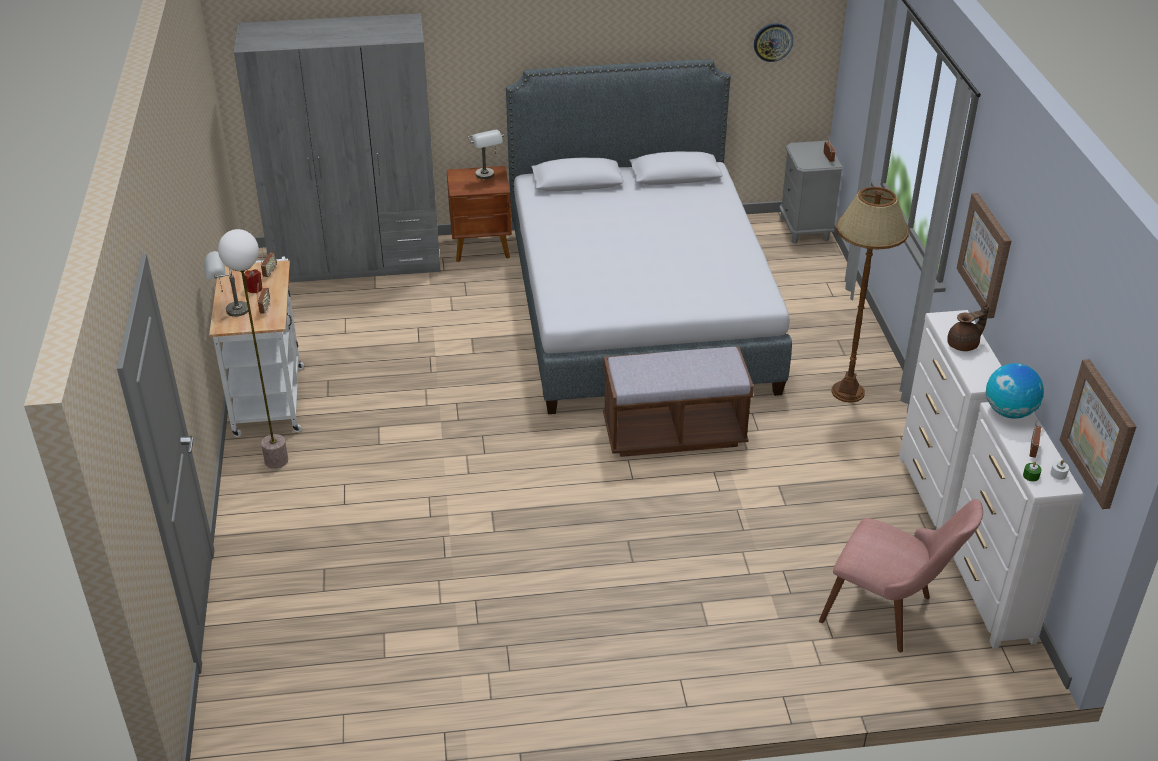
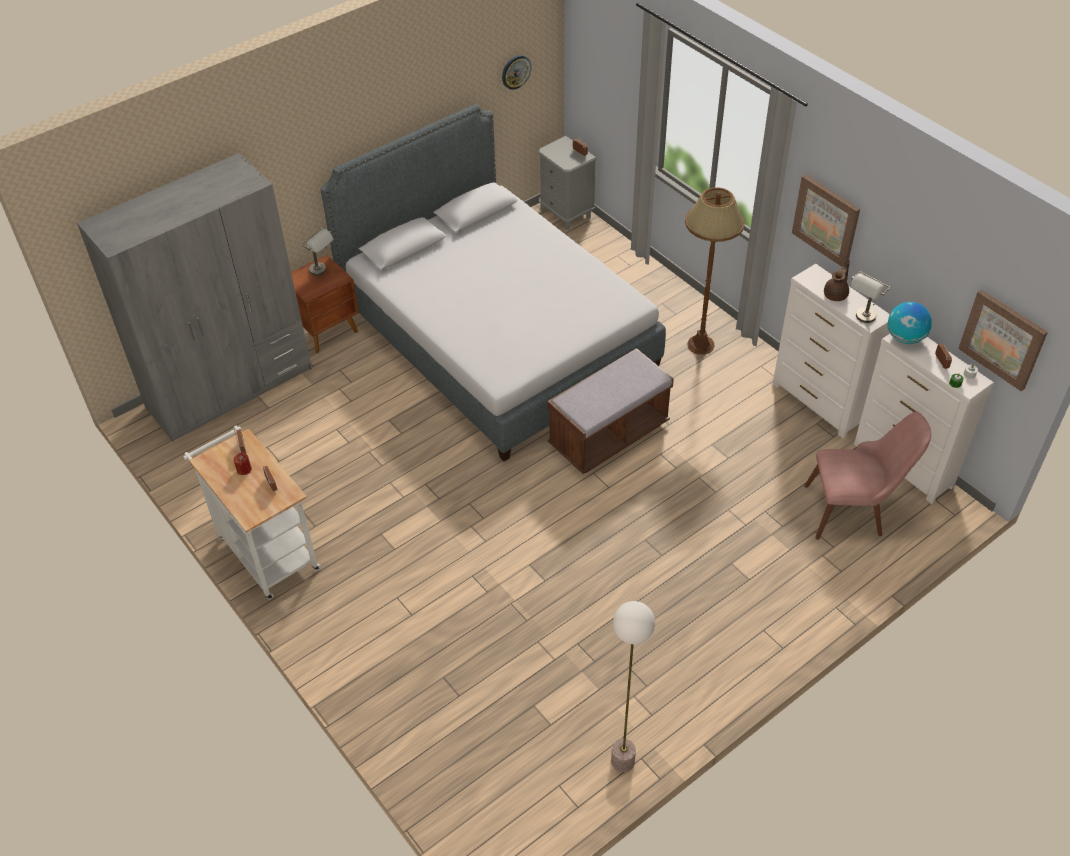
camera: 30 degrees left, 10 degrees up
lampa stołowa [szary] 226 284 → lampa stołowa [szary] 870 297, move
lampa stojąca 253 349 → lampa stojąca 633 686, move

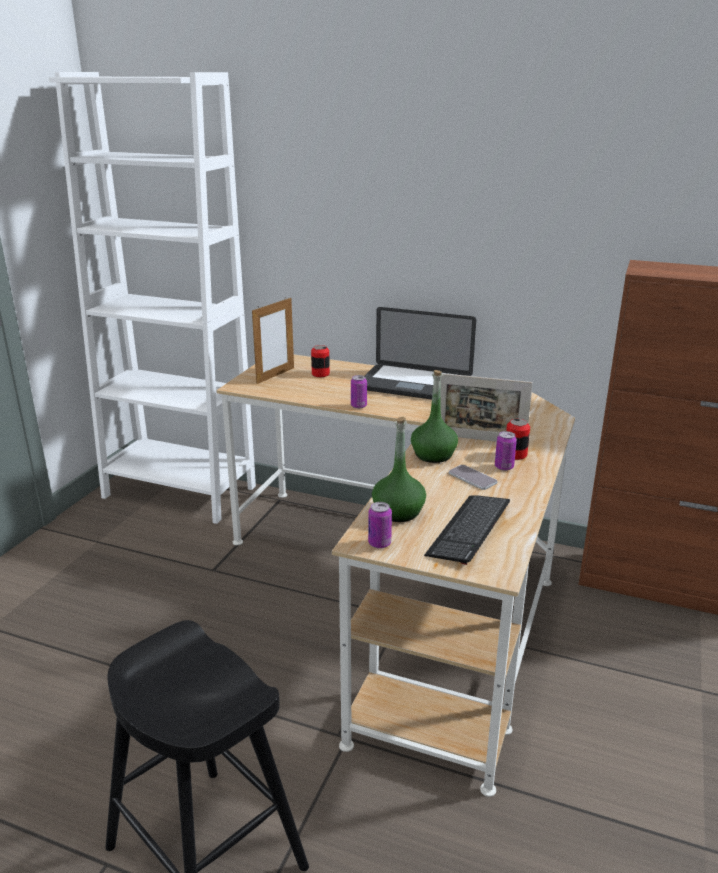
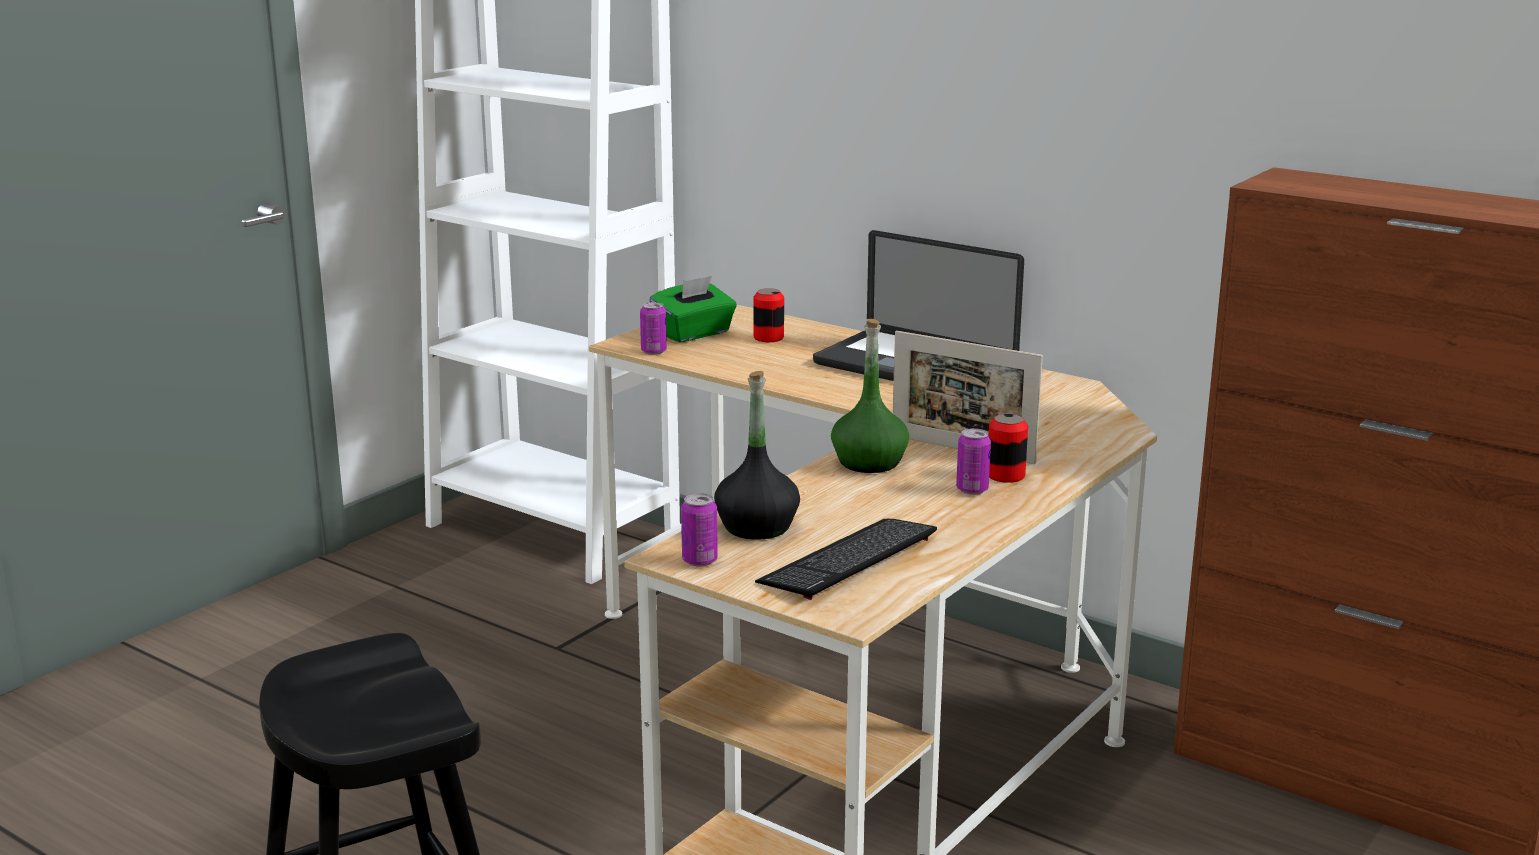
camera: 15 degrees right, 5 degrees down
ramka na zdjęcie 273 340 → pudełko chusteczek [zielony] 693 309
puszka 359 392 → puszka 653 328, move
butelka [zielony] 399 469 → butelka [czarny] 757 455
telefon 473 477 → -

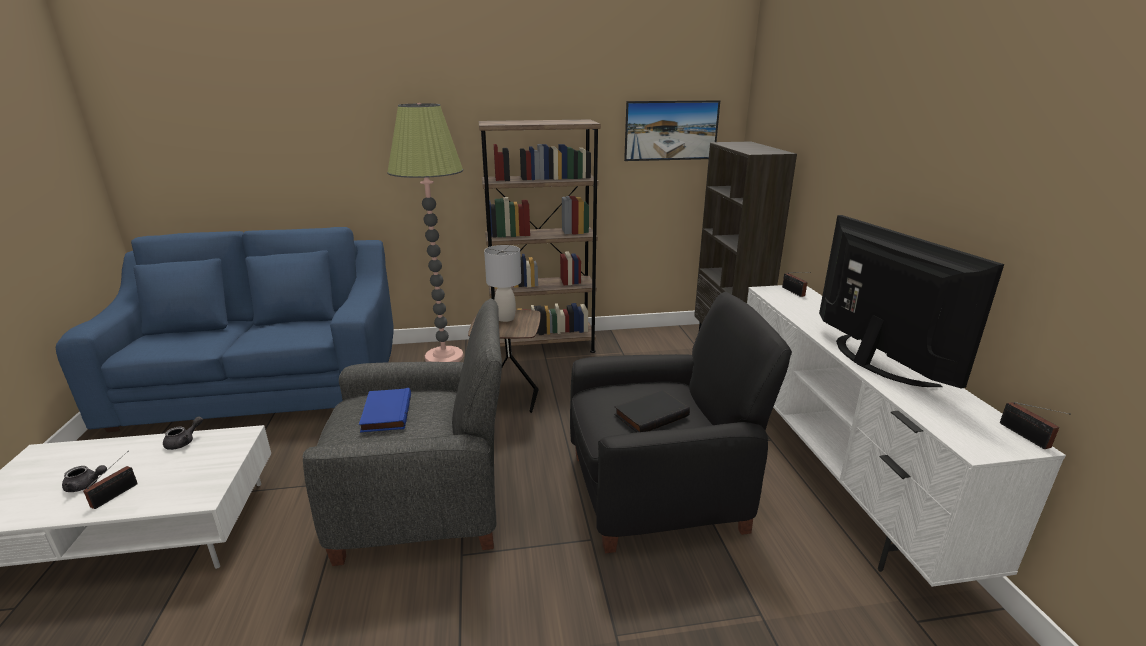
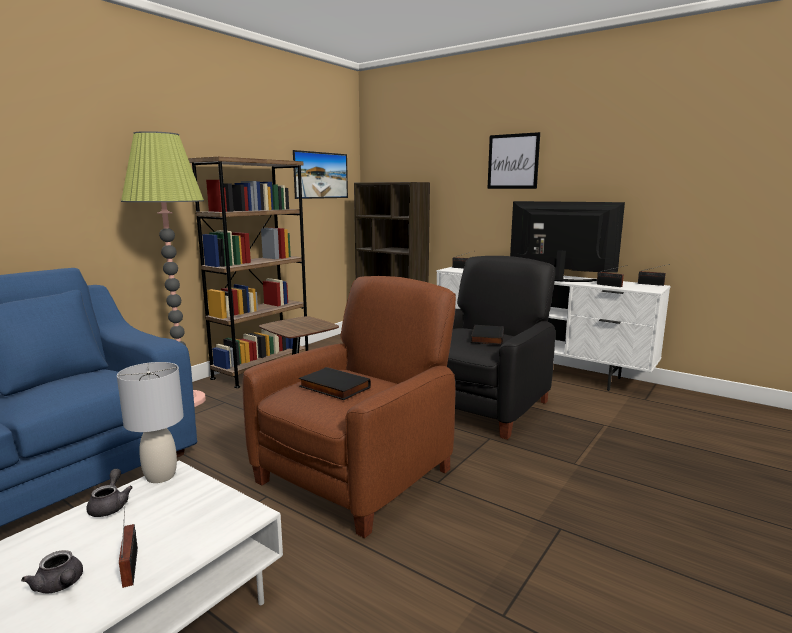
camera: 45 degrees left, 10 degrees down
imbryk [szary] 84 478 → imbryk [szary] 52 572, 90 degrees clockwise
fotel [szary] 402 432 → fotel [brązowy] 349 407
książka [niebieski] 385 410 → książka [czarny] 335 383
lampa stołowa [szary] 502 283 → lampa stołowa [szary] 150 422, move
- → obraz 513 160
- → radio 612 276

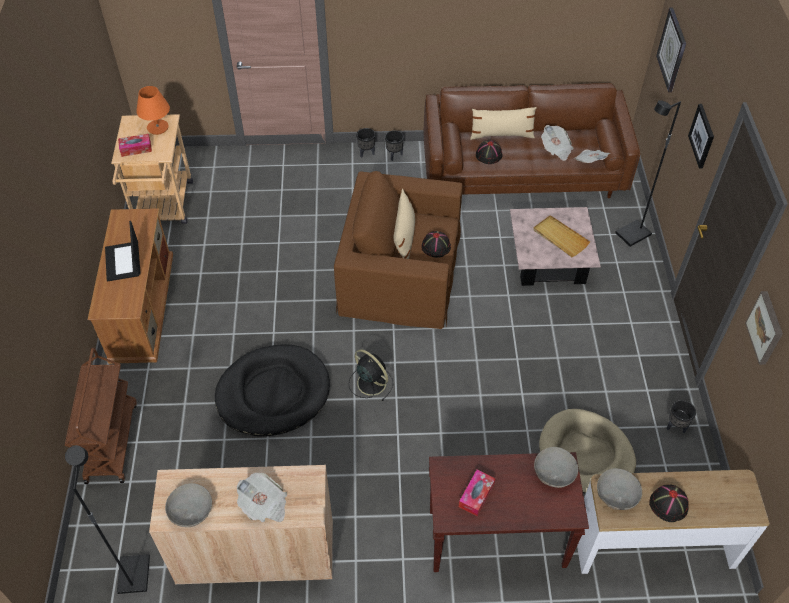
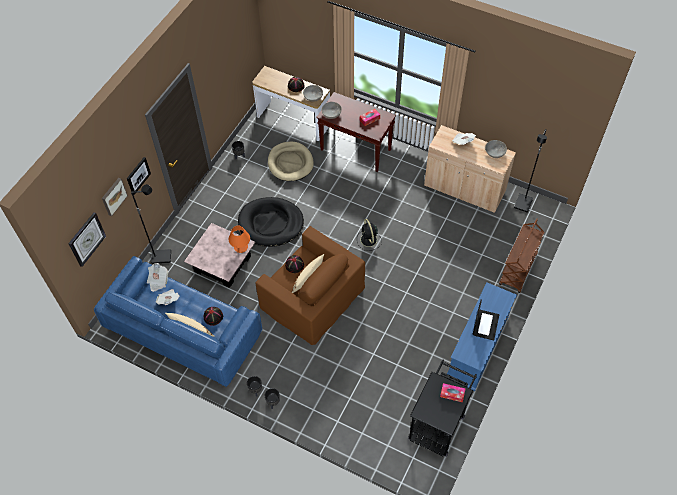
camera: 150 degrees left, 5 degrees up
szafka pod telewizor [brązowy] 130 286 → szafka pod telewizor [niebieski] 482 337
wózek [beżowy] 152 169 → wózek [czarny] 442 408
lampa stołowa [pomarańczowy] 153 110 → lampa stołowa [pomarańczowy] 239 239, move
legowisko [czarny] 272 390 → legowisko [czarny] 271 222, move
kanapa [brązowy] 532 140 → kanapa [niebieski] 178 321
taca [beżowy] 561 236 → -
obraz 764 328 → obraz 115 197, move

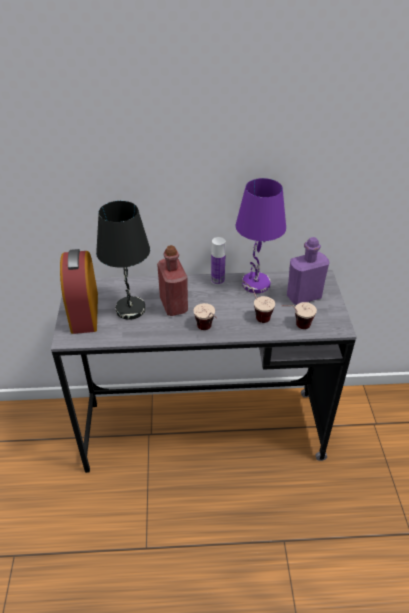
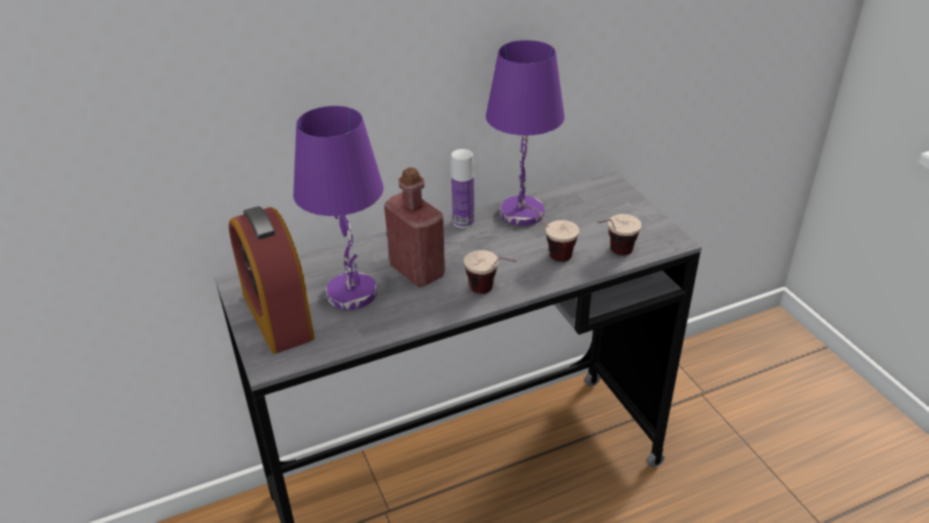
camera: 20 degrees left, 5 degrees down
lampa stołowa [czarny] 123 260 → lampa stołowa [fioletowy] 338 208
butelka [fioletowy] 308 271 → -

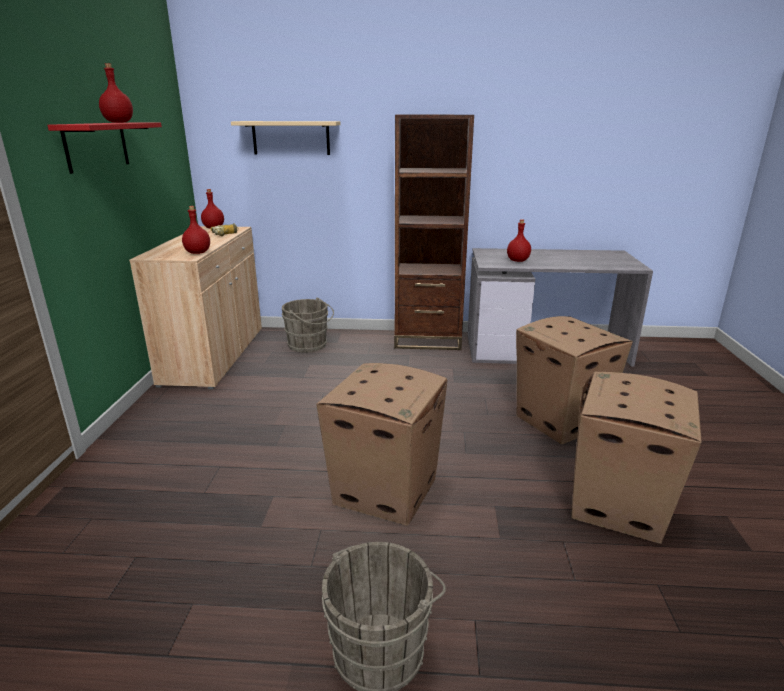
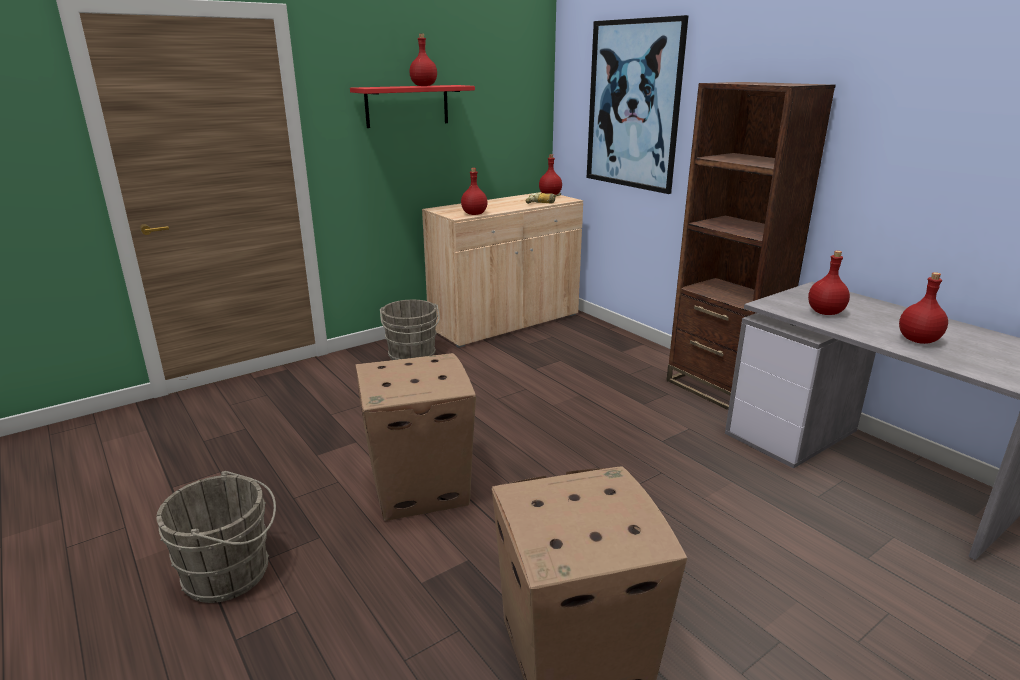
camera: 50 degrees right, 0 degrees up
półka [beżowy] 286 138 → obraz 638 104
wiadro [szary] 307 325 → wiadro [szary] 410 330, move
karton 574 380 → -
- → butelka [czerwony] 923 308

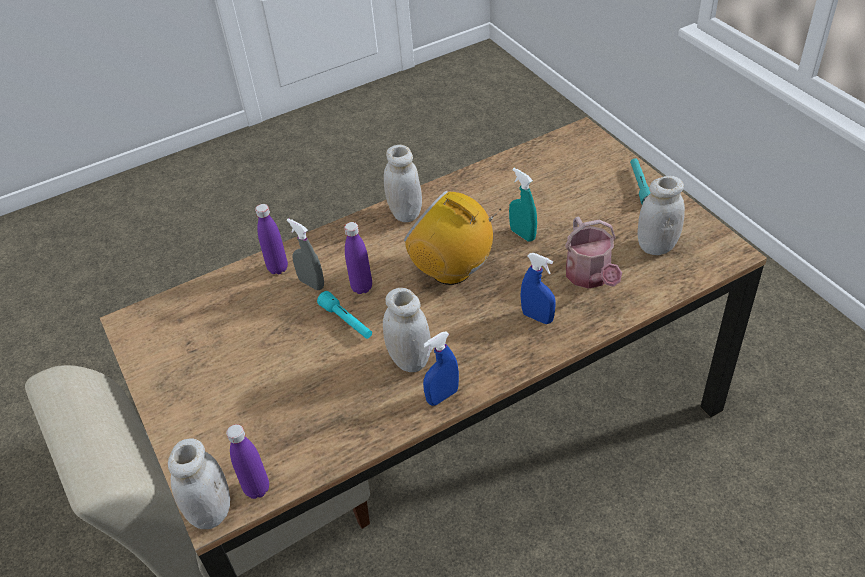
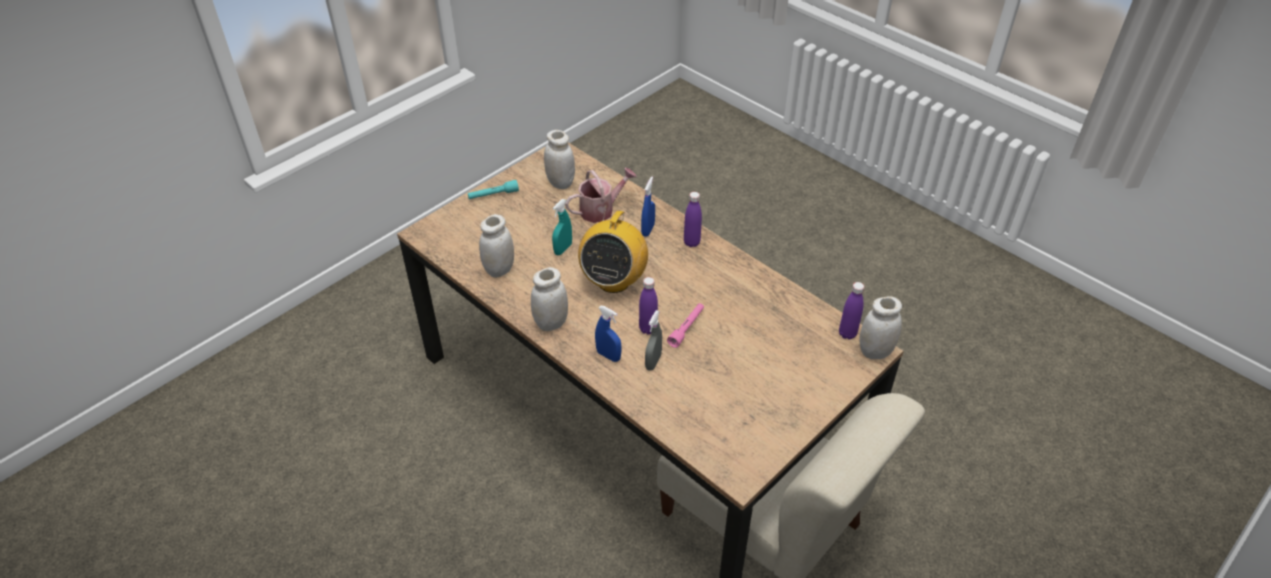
camera: 110 degrees left, 0 degrees up
butelka [fioletowy] 271 239 → butelka [fioletowy] 693 219, move
latarka [turkusowy] 344 315 → latarka [różowy] 685 325
słoik [biały] 407 330 → słoik [biały] 496 246, move
spryskiwacz [niebieski] 441 368 → spryskiwacz [niebieski] 608 334, move

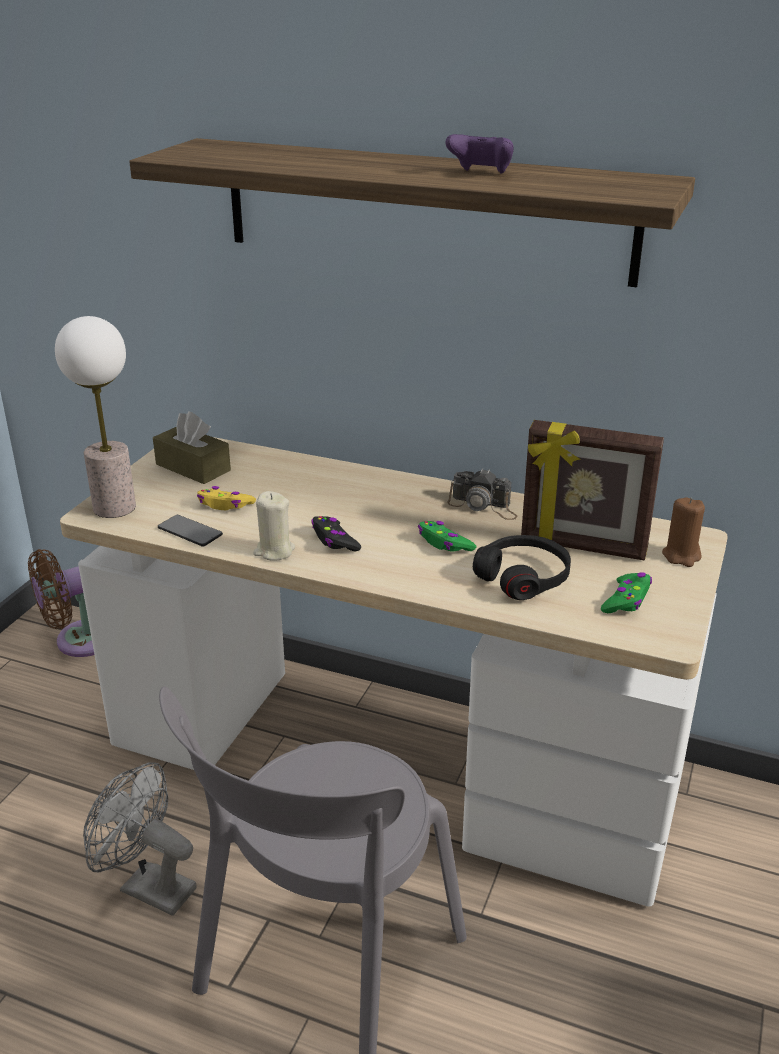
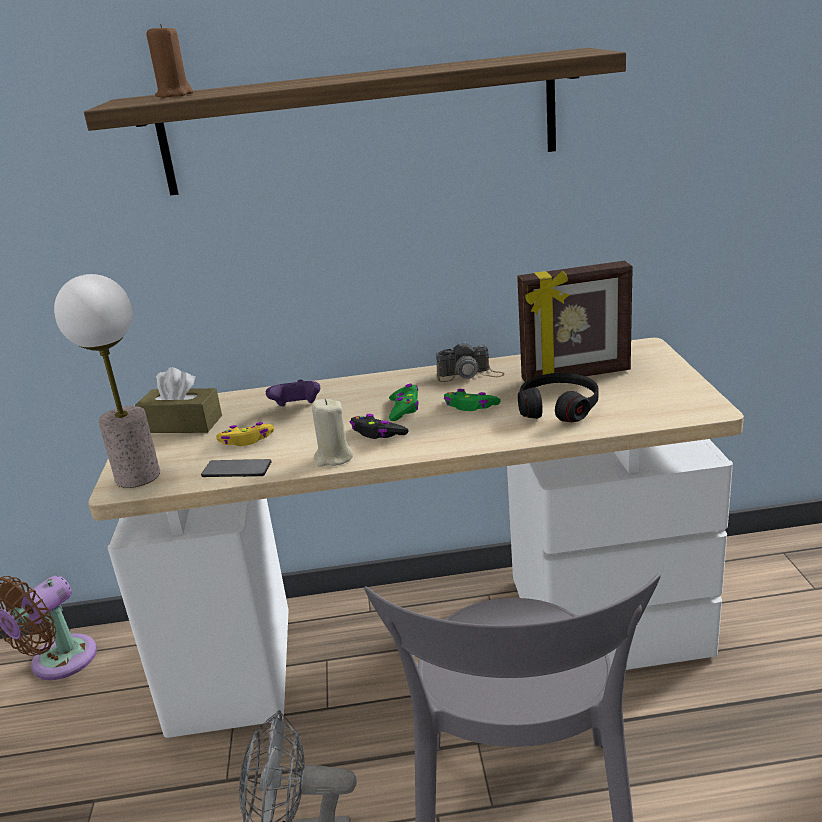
camera: 25 degrees left, 5 degrees down
pad do gier [fioletowy] 479 154 → pad do gier [fioletowy] 293 393, move
pad do gier [zielony] 626 592 → pad do gier [zielony] 404 402, move
świeca [brązowy] 683 532 → świeca [brązowy] 170 61, move

